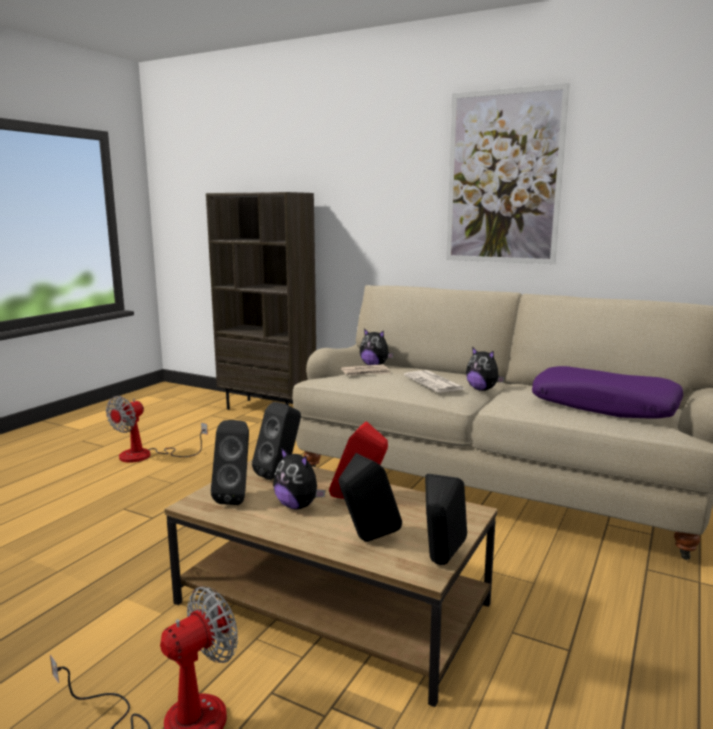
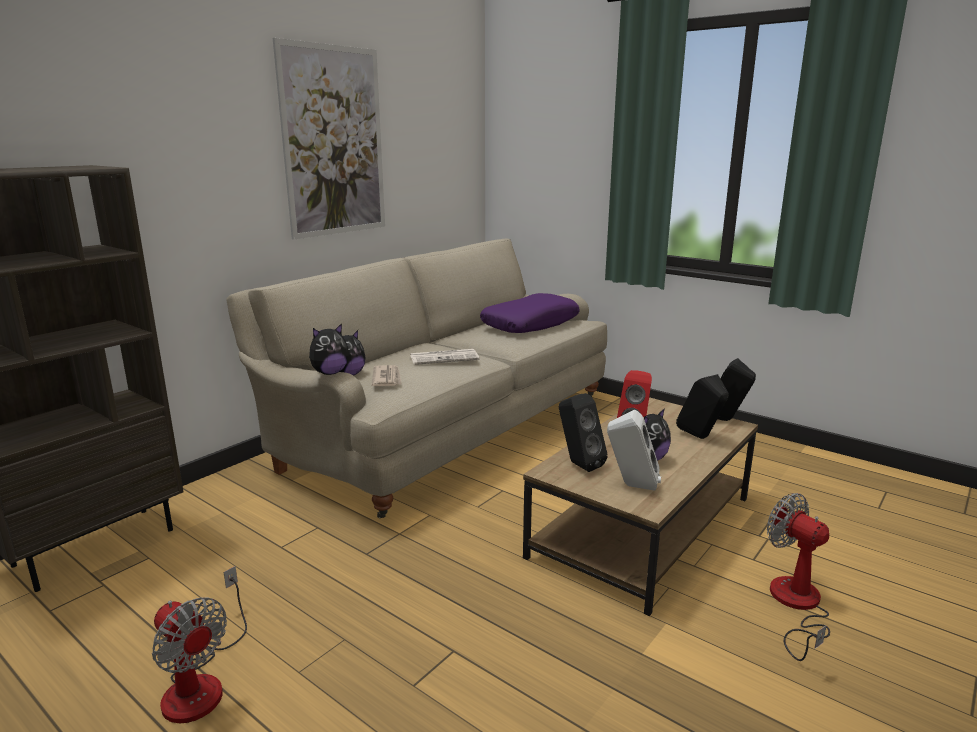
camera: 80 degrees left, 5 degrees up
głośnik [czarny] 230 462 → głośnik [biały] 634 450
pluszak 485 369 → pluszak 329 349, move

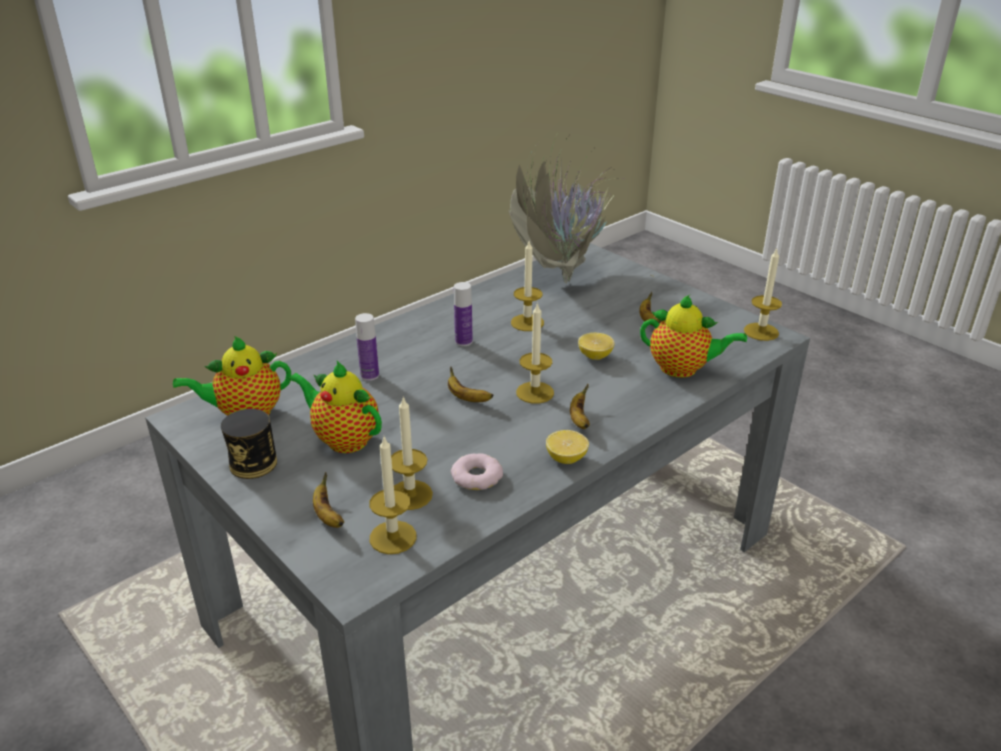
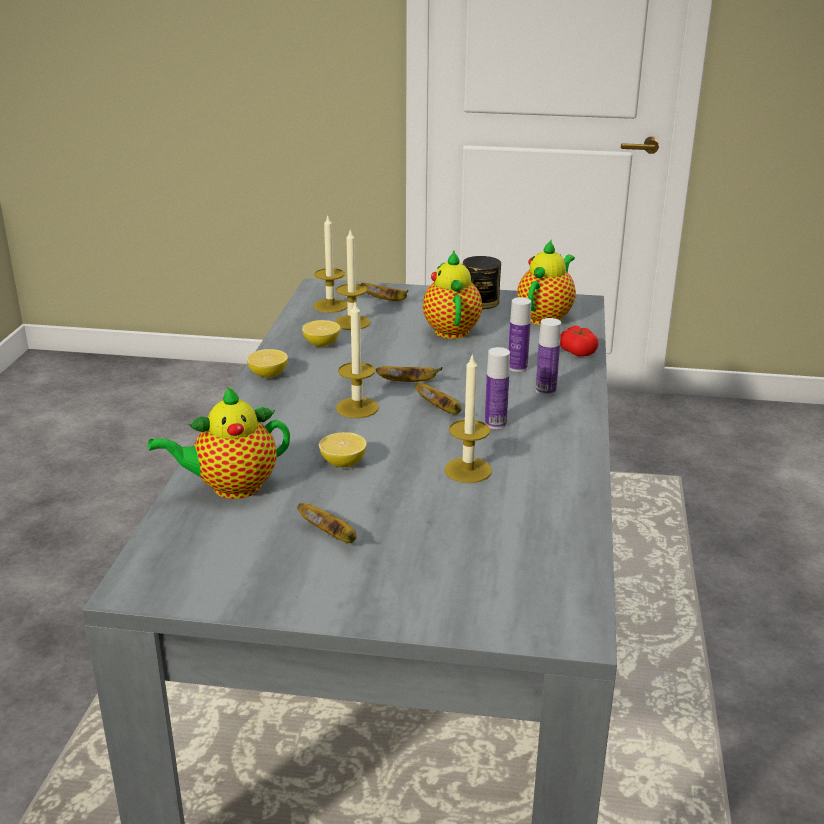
camera: 140 degrees right, 5 degrees down
imbryk 335 407 → imbryk 452 295, 90 degrees counterclockwise
donut 477 471 → cytryna 321 333
roślina doniczkowa 581 206 → -
banan 580 406 → banan 438 398, move
świeca 763 295 → -
- → butelka 548 357
- → pomidor 579 341

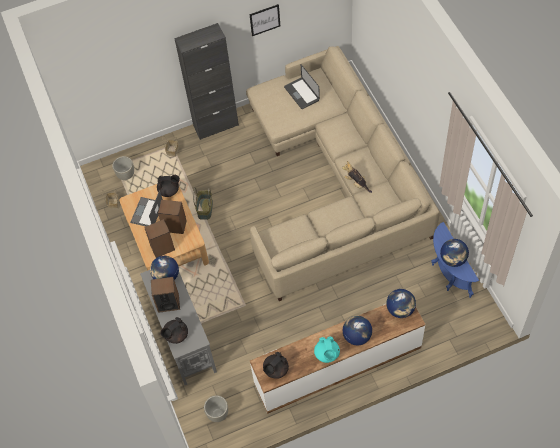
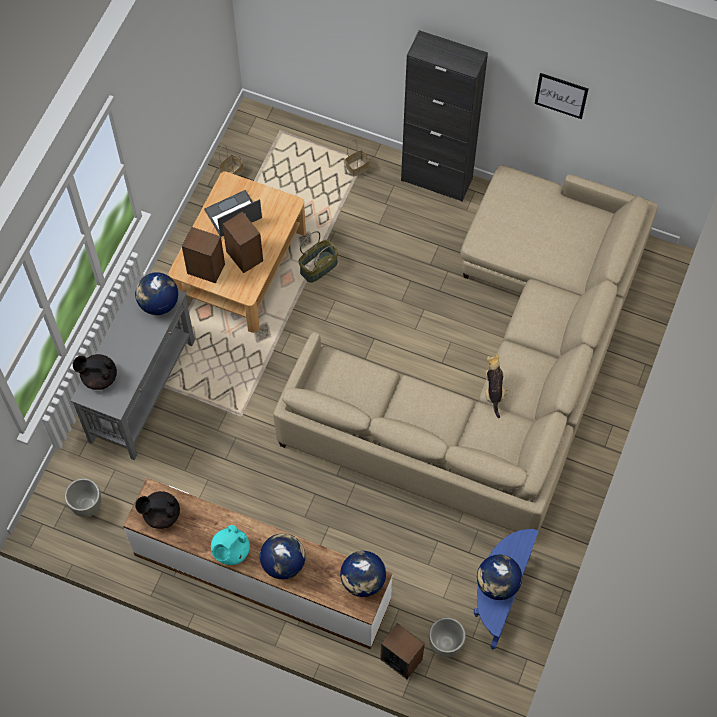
camera: 40 degrees right, 5 degrees up
donica [szary] 123 168 → donica [szary] 447 637, move
głośnik 165 295 → głośnik 402 651, move
imbryk [czarny] 168 186 → -
laptop 302 87 → -

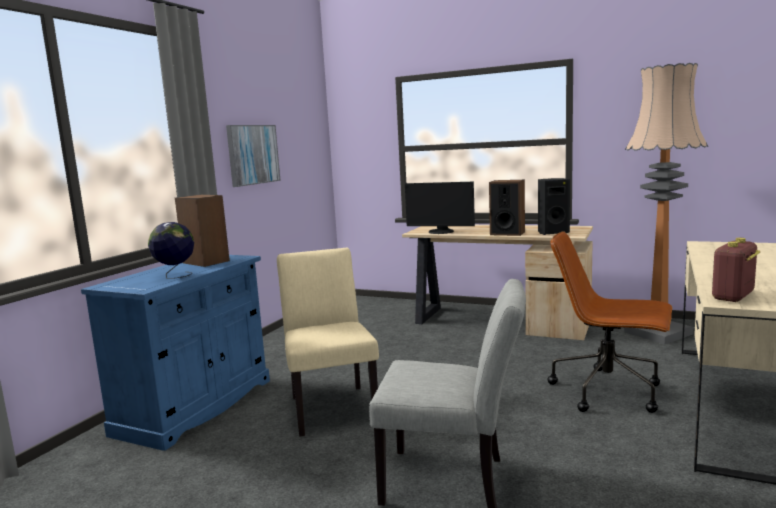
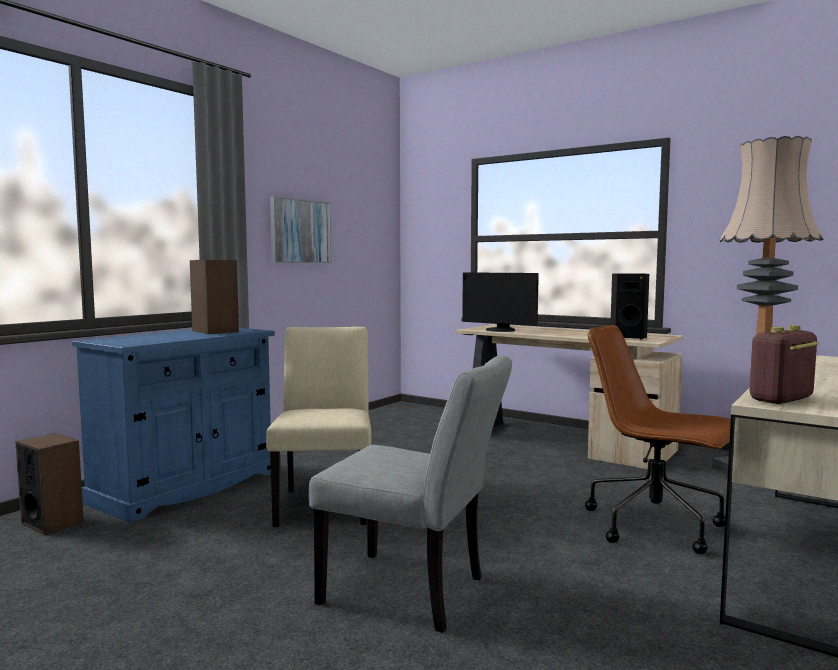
camera: 10 degrees right, 5 degrees down
globus 171 250 → -
głośnik 507 208 → głośnik 49 484, move

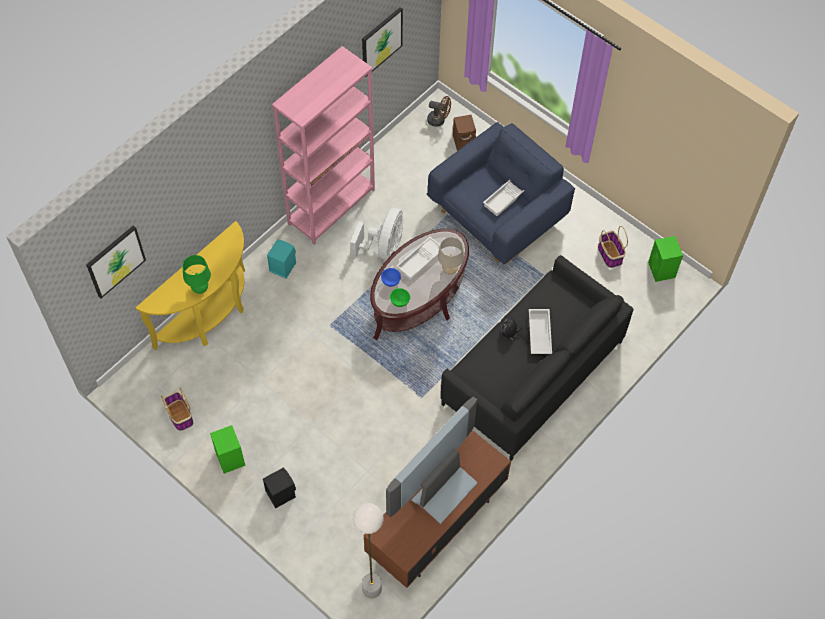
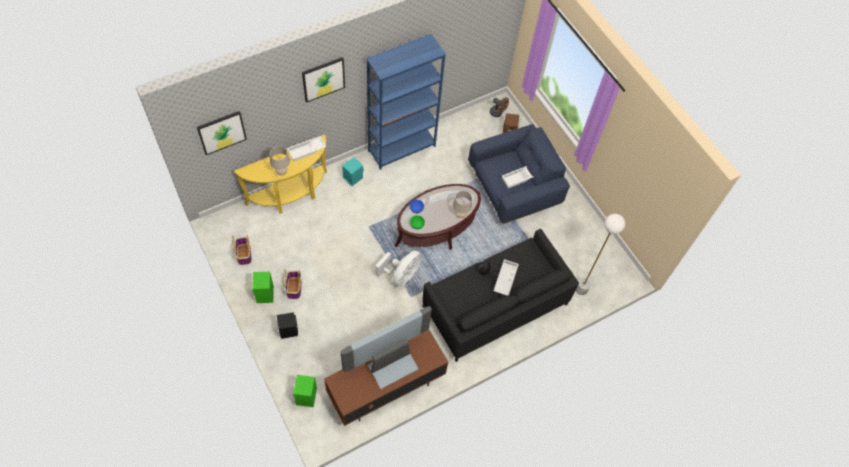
camera: 15 degrees right, 0 degrees up
lampa stołowa [zielony] 196 274 → lampa stołowa [beżowy] 280 160
regał [różowy] 323 145 → regał [niebieski] 406 102
wentylator [biały] 376 233 → wentylator [biały] 398 268, move
lampa stojąca [biały] 368 550 → lampa stojąca [biały] 600 254, move
obraz 382 42 → obraz 323 80, move
taca [biały] 421 258 → taca [biały] 306 148, move
koszyk 613 247 → koszyk 292 284, move
głośnik [zielony] 665 259 → głośnik [zielony] 305 391, move

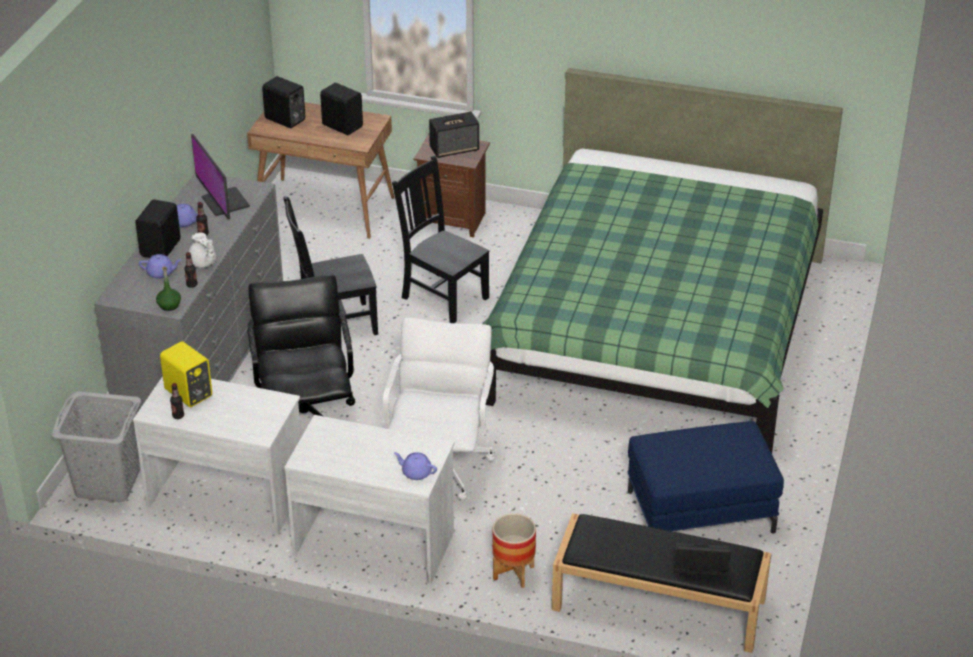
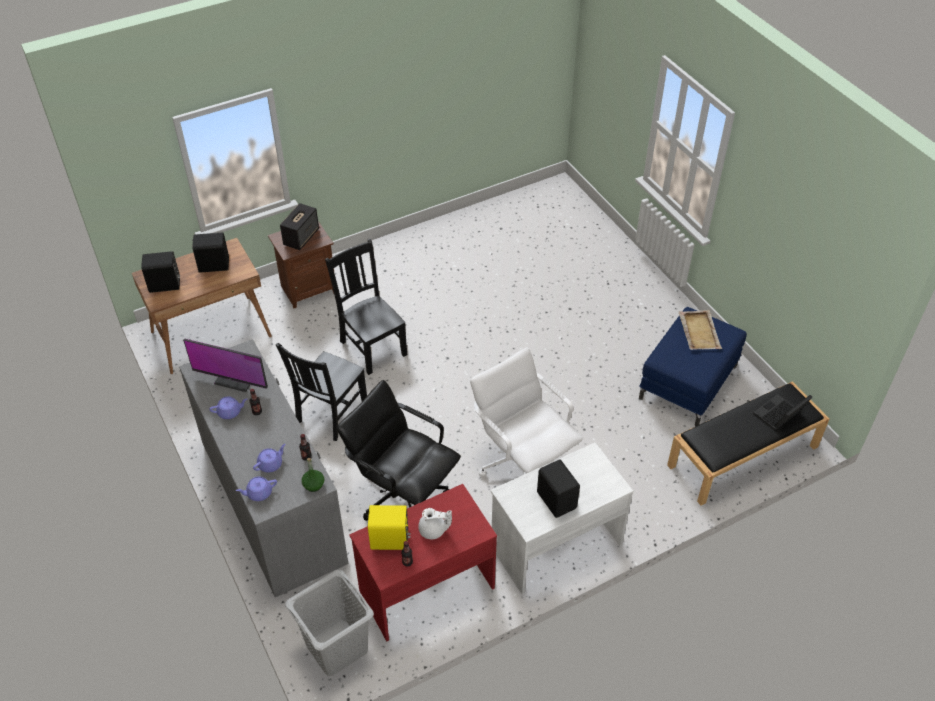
camera: 45 degrees left, 10 degrees up
biurko [biały] 217 455 → biurko [czerwony] 423 563
głośnik [czarny] 158 228 → głośnik [czarny] 558 488, move
imbryk [biały] 202 250 → imbryk [biały] 435 523, move
krzesło [czarny] 441 239 → krzesło [czarny] 366 306, 60 degrees clockwise
imbryk [fioletowy] 415 466 → imbryk [fioletowy] 256 488, move
łóżko [zielony] 663 260 → -
donica 514 550 → -
- → taca [beżowy] 700 330

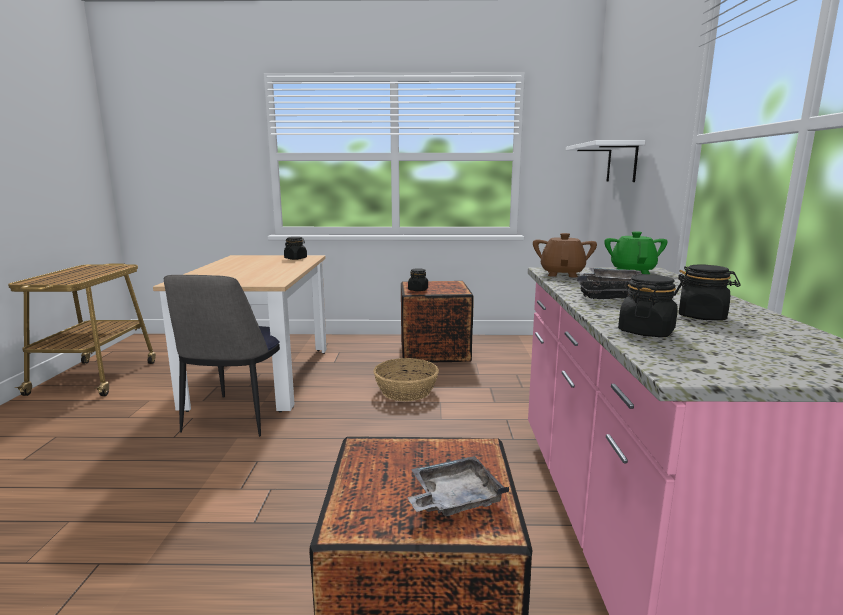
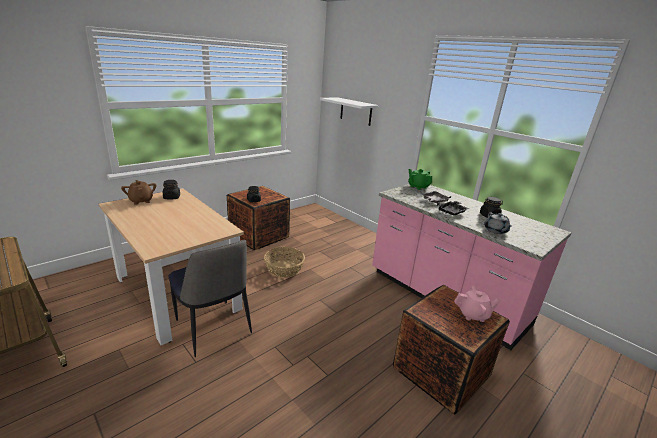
camera: 45 degrees left, 10 degrees up
taca [szary] 458 486 → imbryk [różowy] 477 304
imbryk [brązowy] 565 255 → imbryk [brązowy] 138 192, move
słoik [czarny] 648 305 → imbryk [szary] 497 223

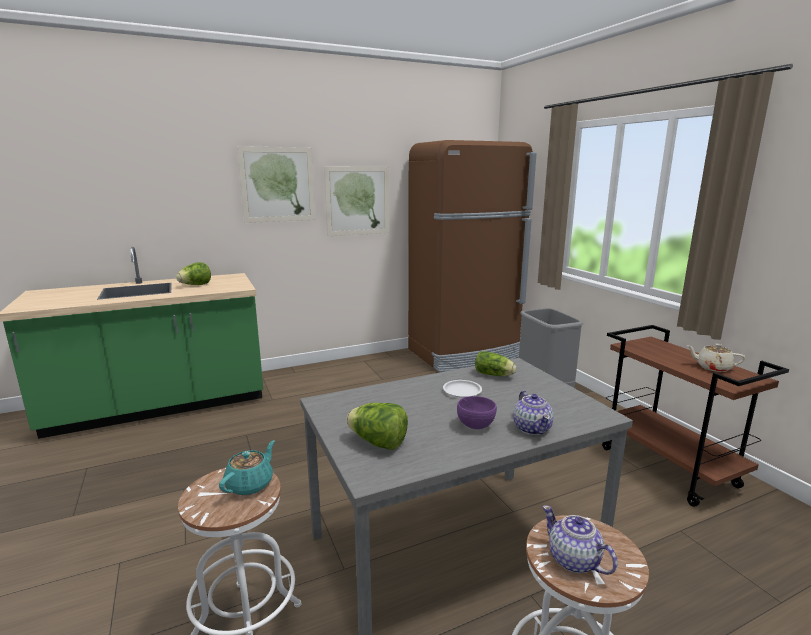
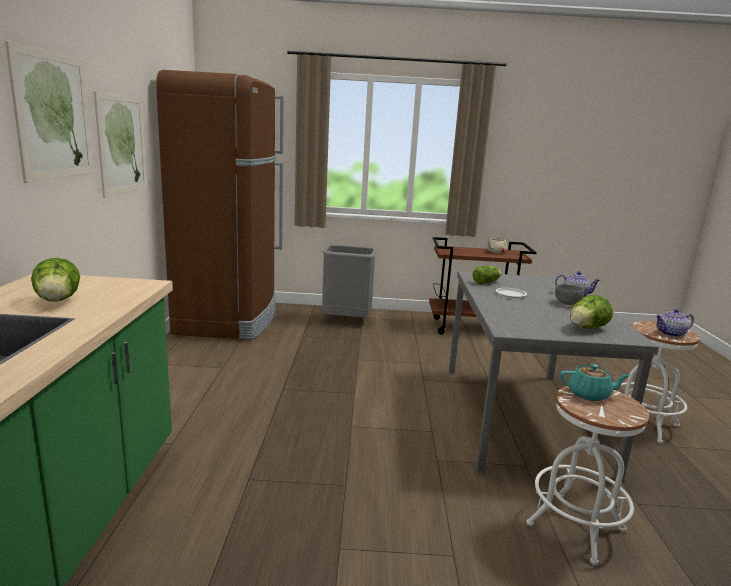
camera: 65 degrees left, 0 degrees up
imbryk [turkusowy] 247 467 → imbryk [turkusowy] 595 382, 135 degrees clockwise
miska [fioletowy] 477 412 → miska [szary] 570 294

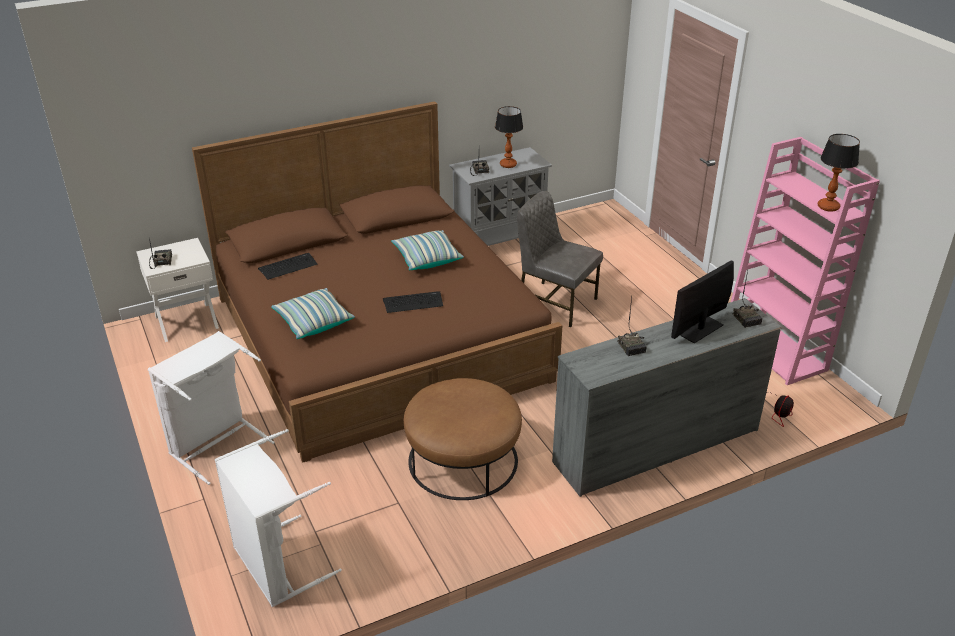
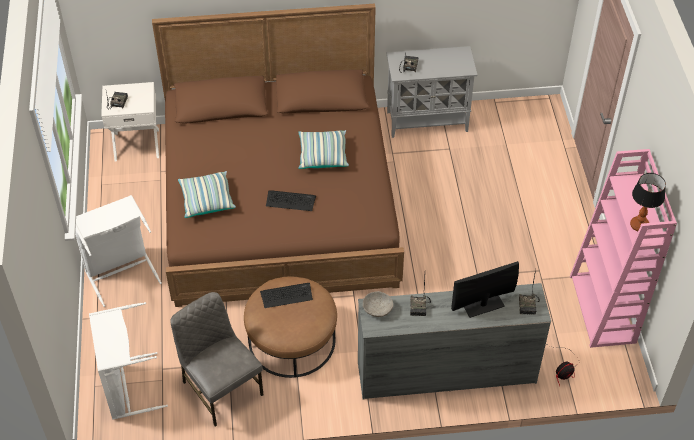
camera: 20 degrees right, 15 degrees up
klawiatura 287 266 → klawiatura 286 295, move
lampa stołowa 509 137 → -
krzesło [szary] 560 259 → krzesło [szary] 216 359, move
- → miska [szary] 378 304

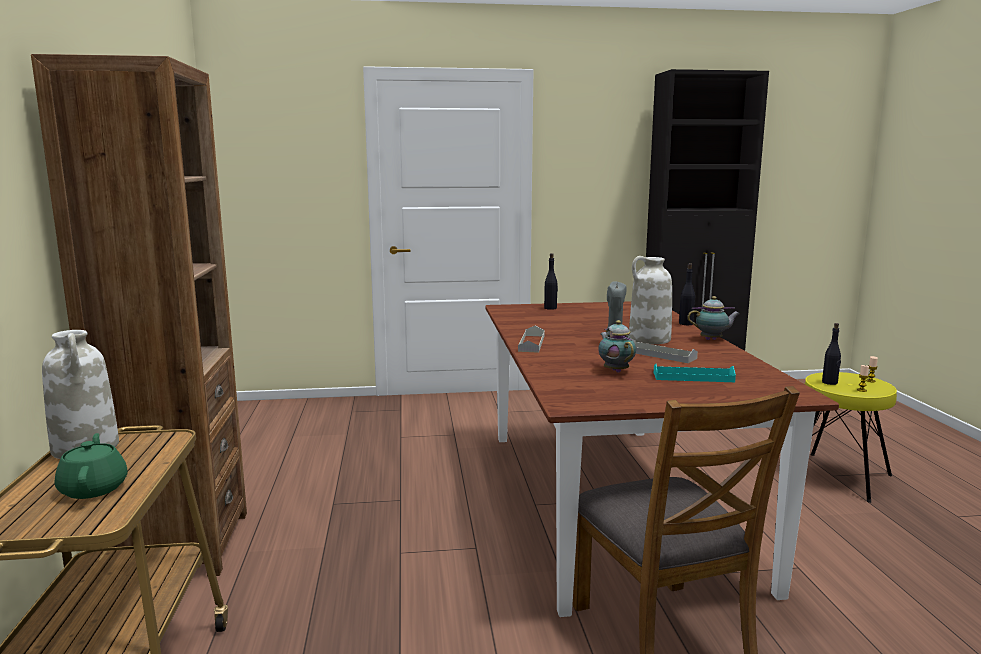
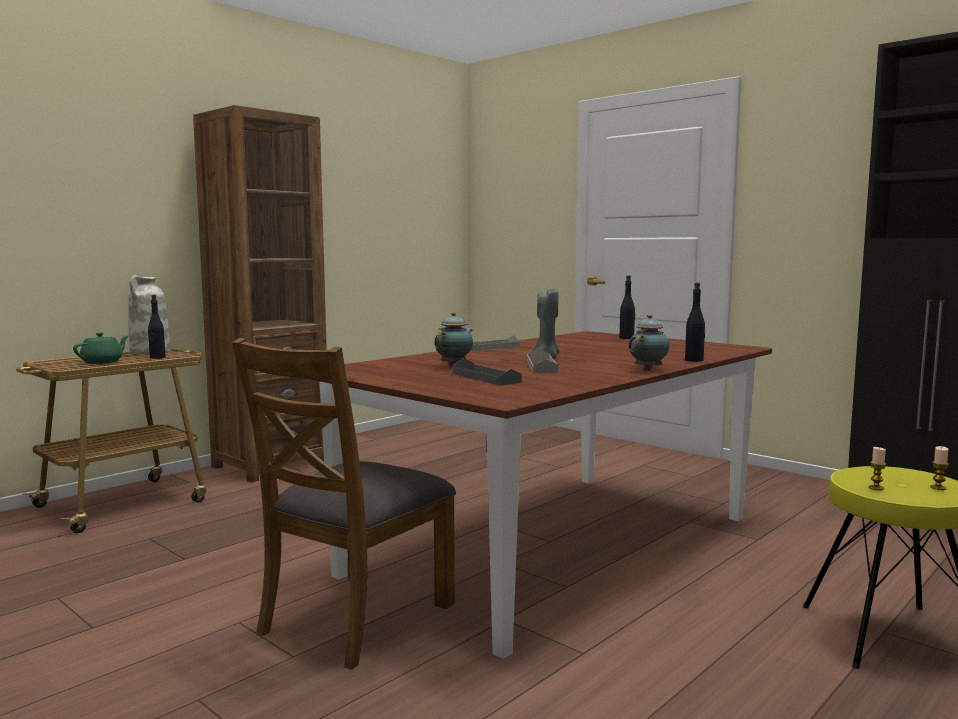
camera: 50 degrees right, 5 degrees down
wazon [biały] 650 300 → -
taca [turkusowy] 695 373 → taca [szary] 487 372
imbryk 713 318 → imbryk 649 342, 105 degrees counterclockwise
butelka [czarny] 831 354 → butelka [czarny] 156 327, move

